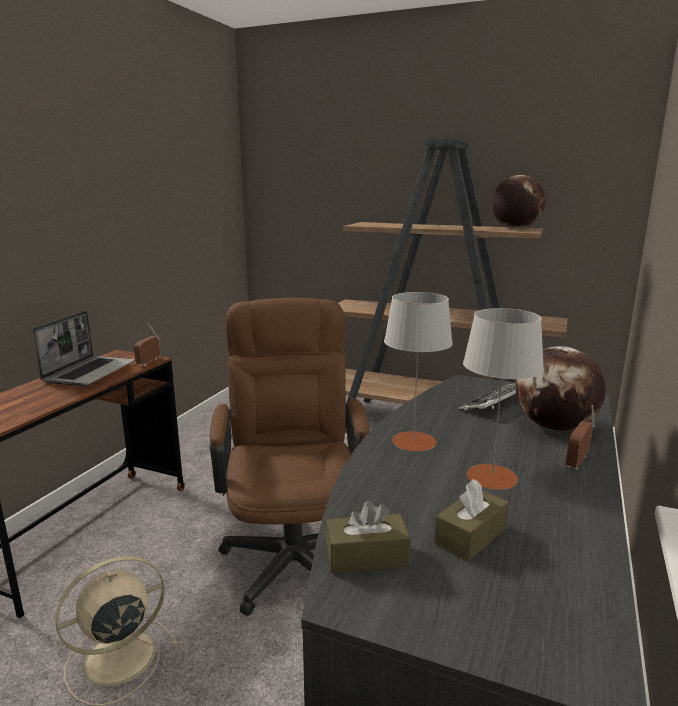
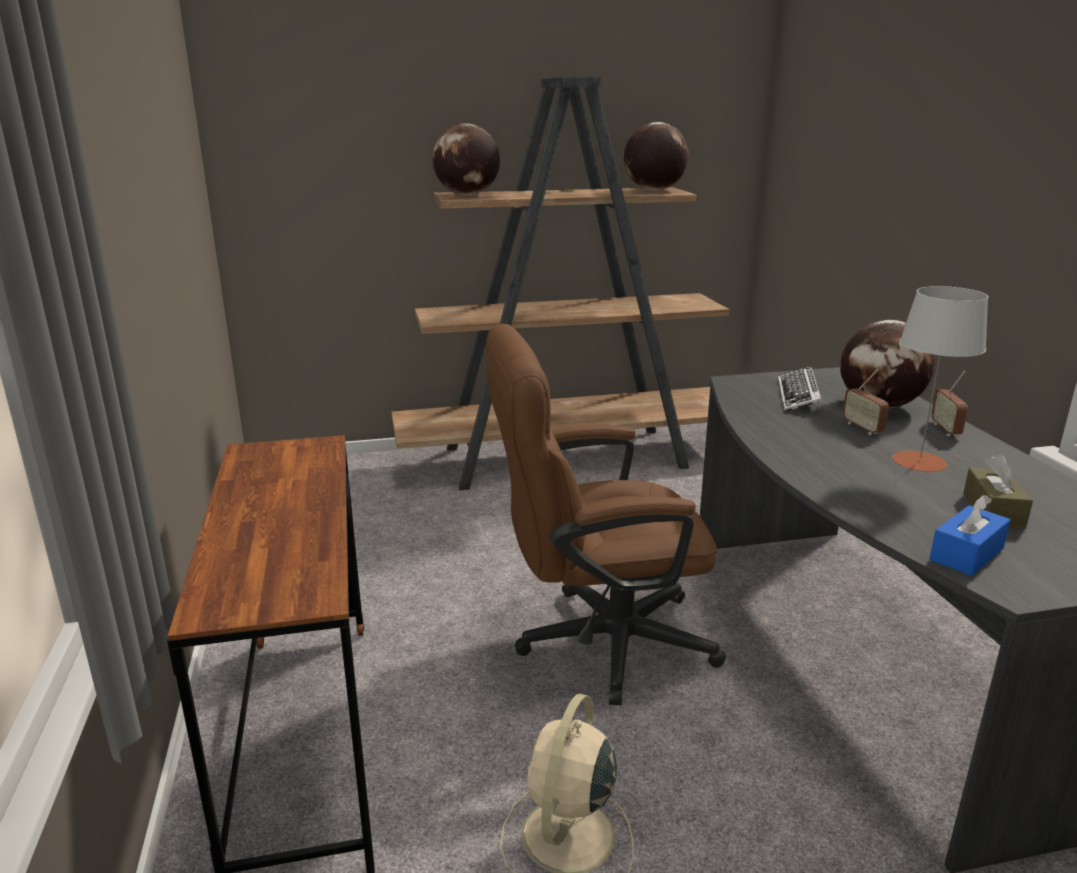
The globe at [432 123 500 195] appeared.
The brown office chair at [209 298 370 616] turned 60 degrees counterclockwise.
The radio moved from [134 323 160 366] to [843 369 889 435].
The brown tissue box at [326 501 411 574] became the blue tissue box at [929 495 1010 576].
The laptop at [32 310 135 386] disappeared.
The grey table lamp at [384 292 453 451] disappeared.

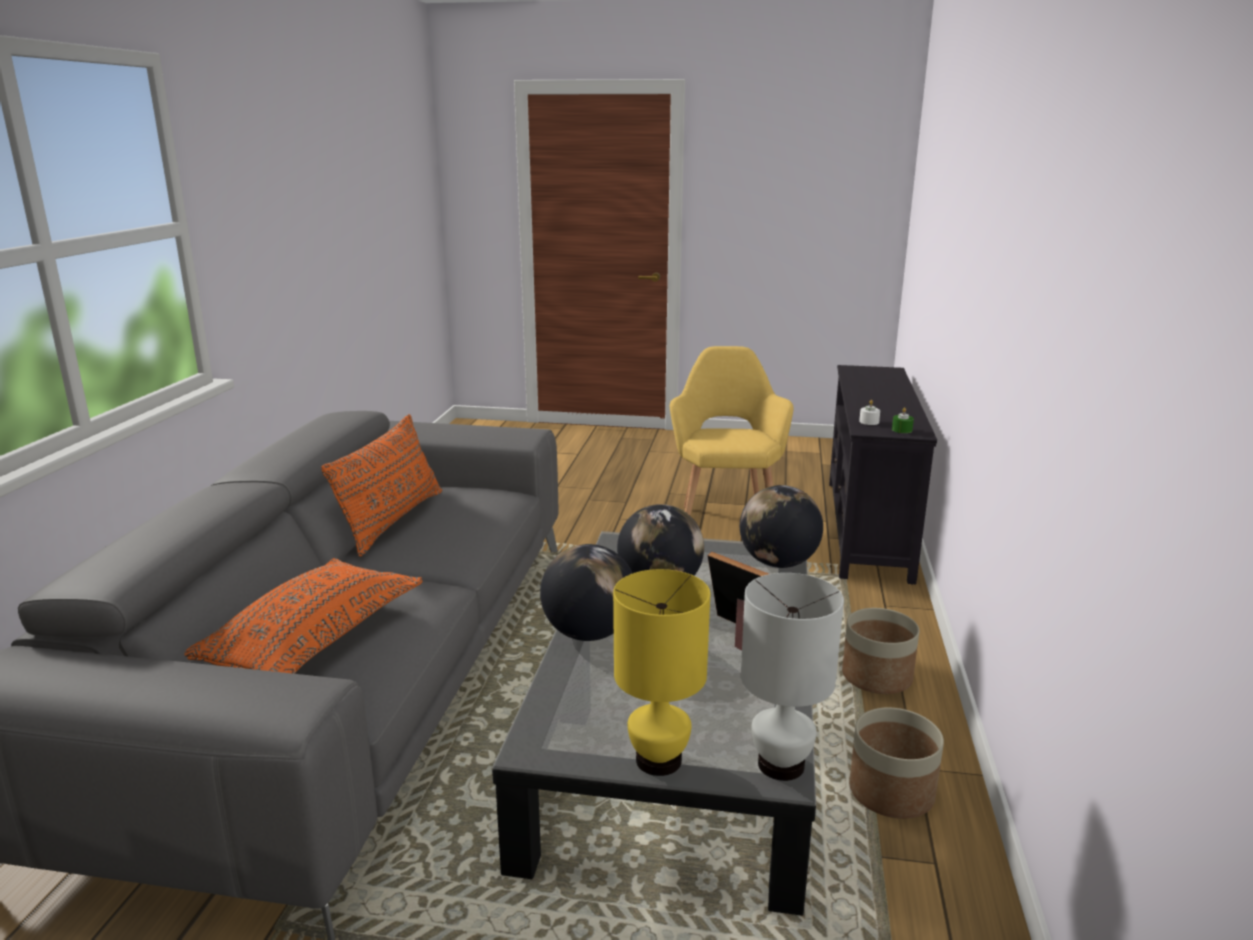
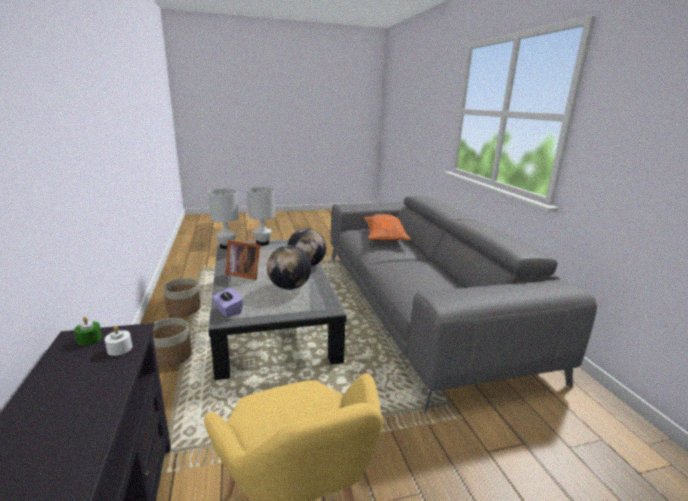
The globe at [740 485 823 568] was replaced by the purple tissue box at [212 288 243 318].
The yellow table lamp at [613 569 710 776] became the white table lamp at [247 187 275 246].
The orange pillow at [321 414 442 557] disappeared.

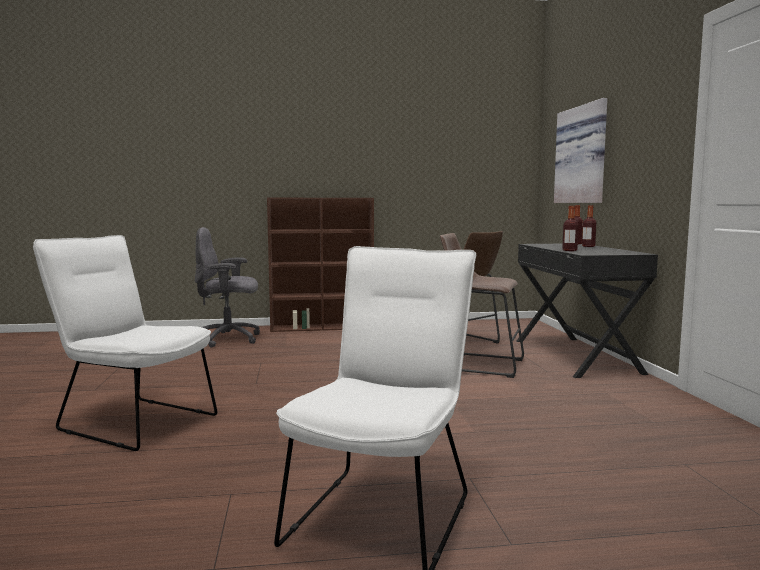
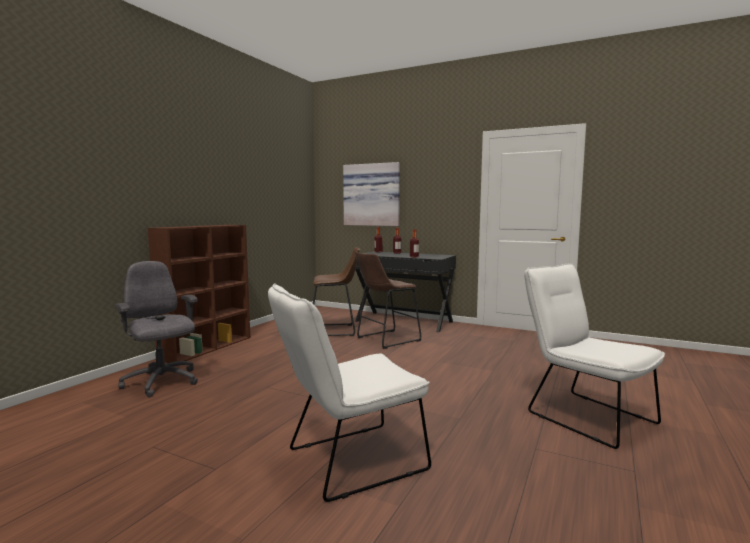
The grey office chair at [195 227 260 347] turned 105 degrees clockwise.

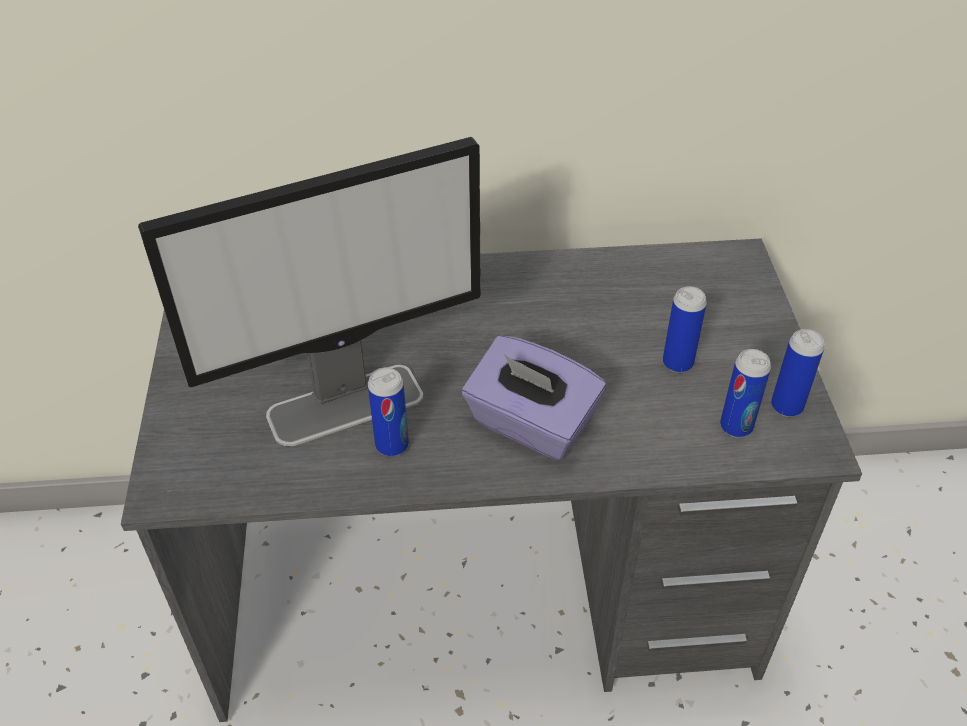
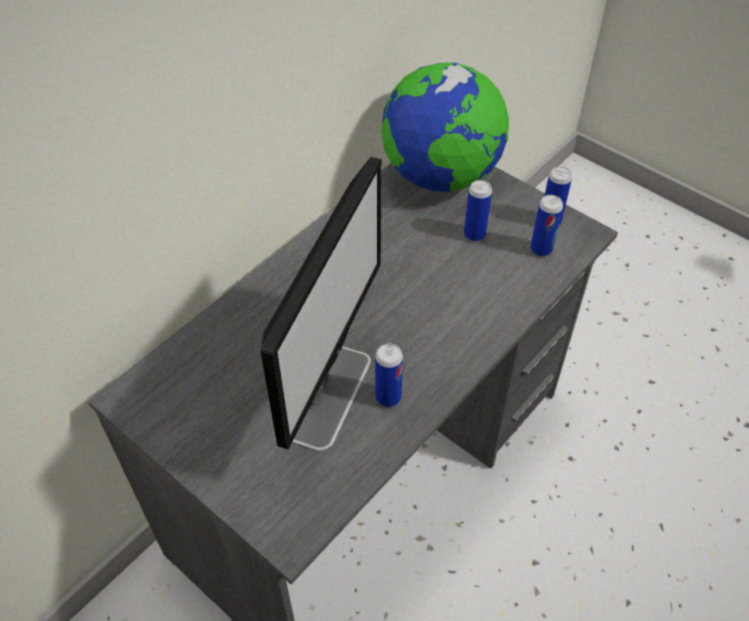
The globe at [381 62 509 192] appeared.
The purple tissue box at [462 335 606 460] disappeared.

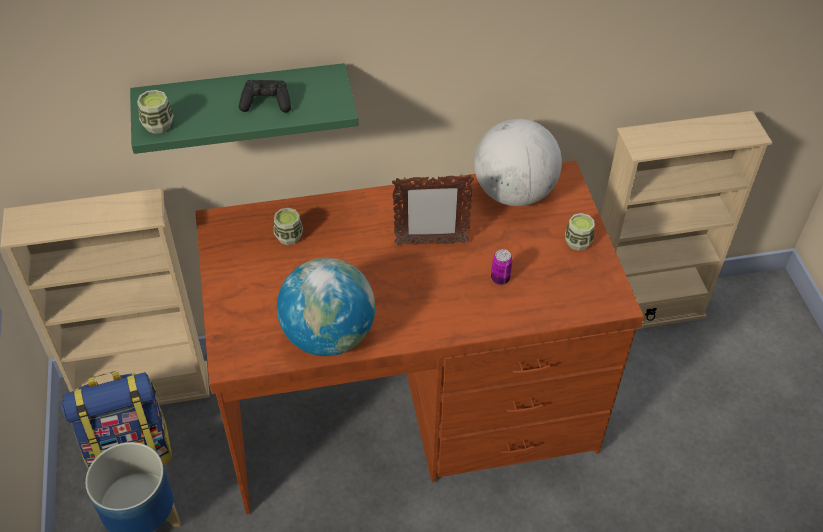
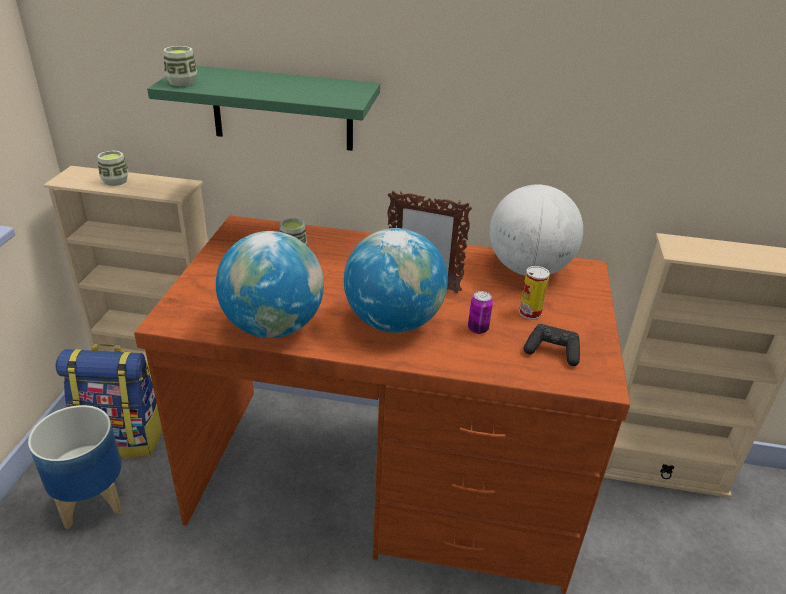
The cup moved from [565 213 595 251] to [98 151 129 186].
The globe at [344 228 448 333] appeared.
The can at [519 266 550 320] appeared.
The black game controller moved from [239 80 291 113] to [523 324 580 366].

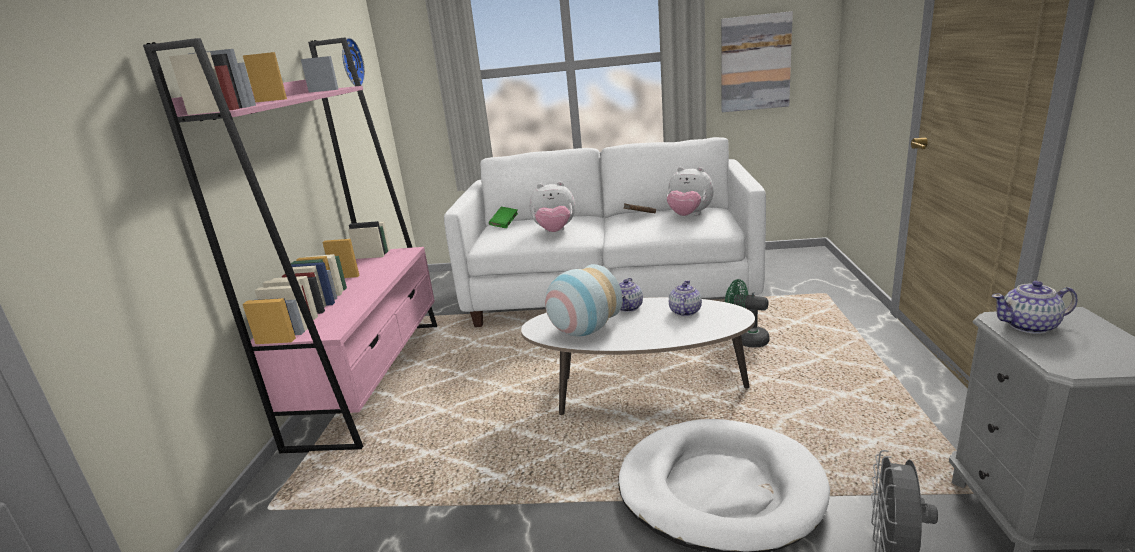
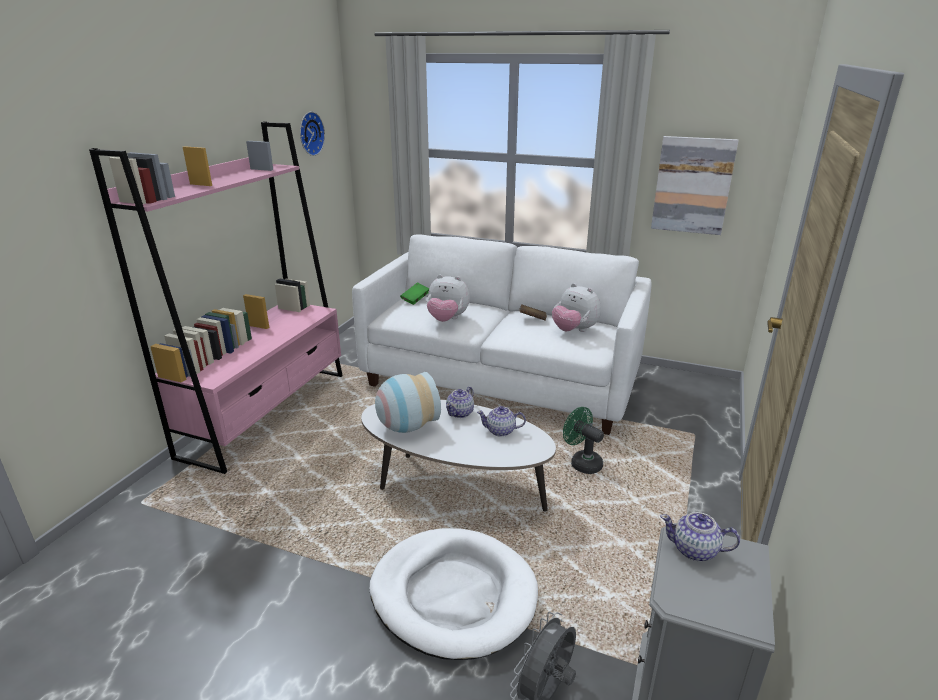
The teapot at [669 280 702 316] turned 120 degrees counterclockwise.

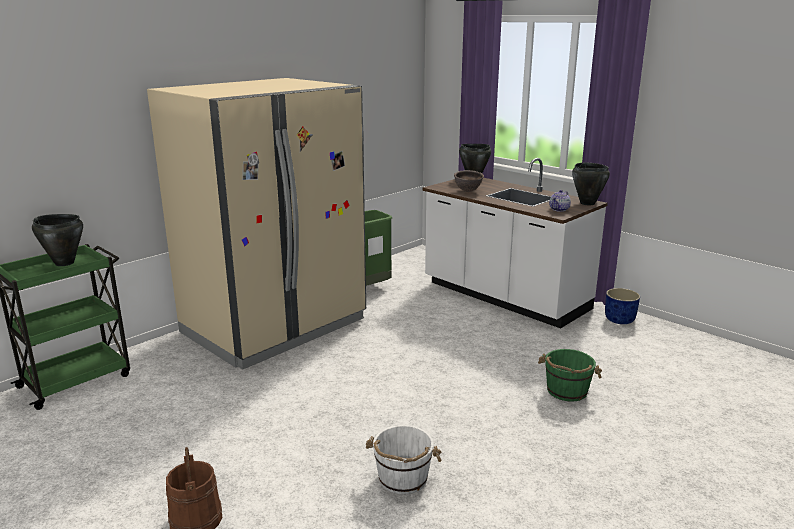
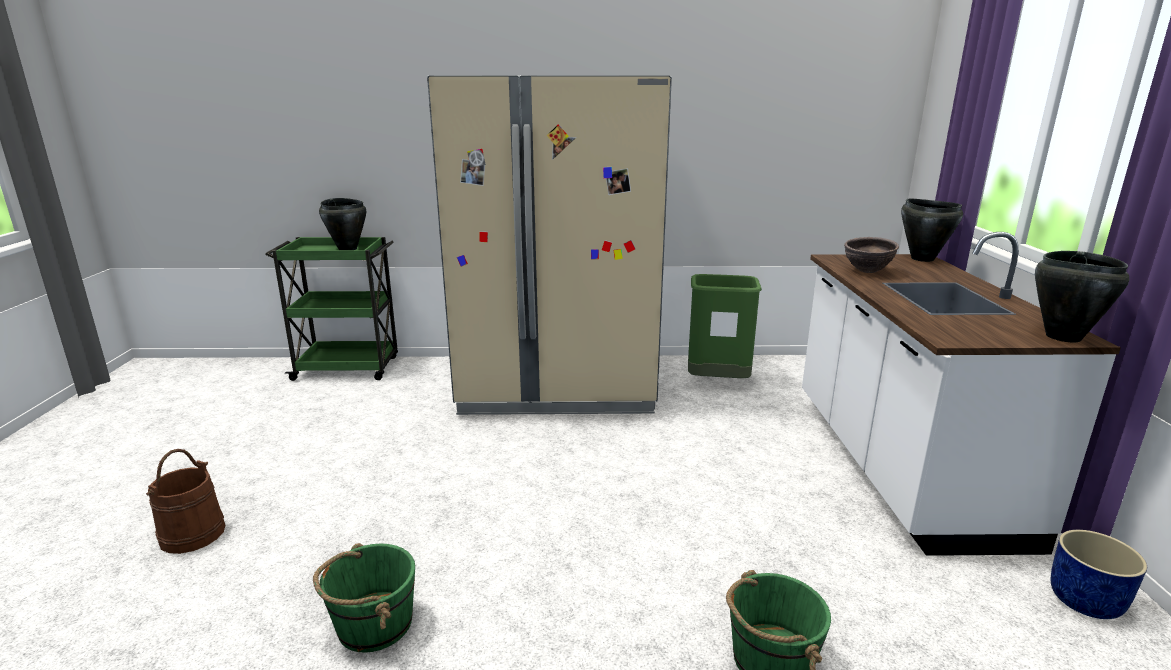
The white bucket at [366 425 442 495] became the green bucket at [313 543 415 653].
The teapot at [549 190 571 212] disappeared.

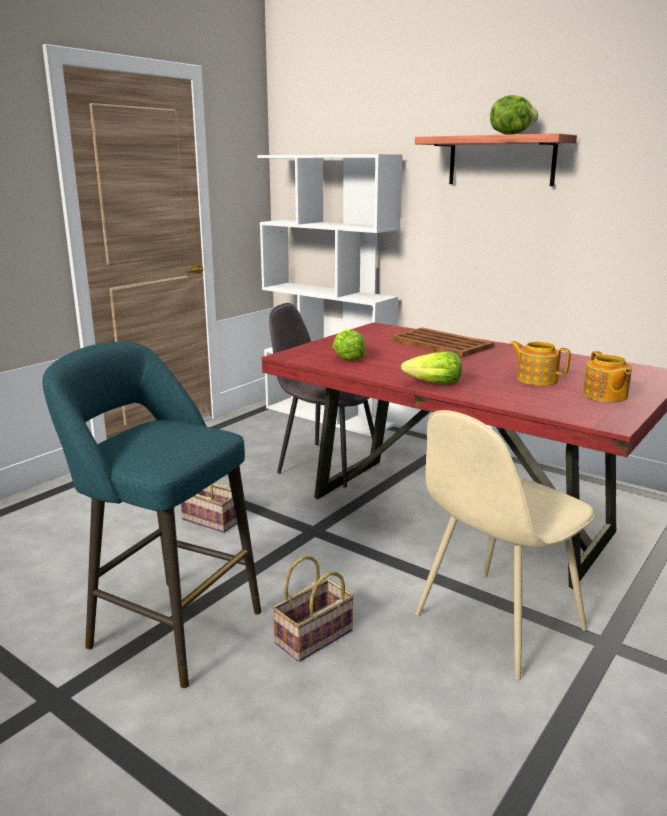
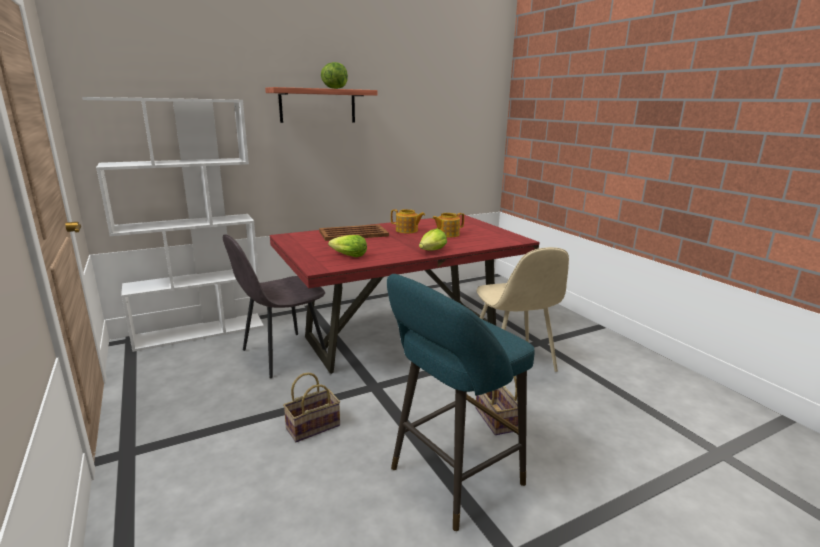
The teapot moved from [583 351 632 402] to [391 209 425 233].

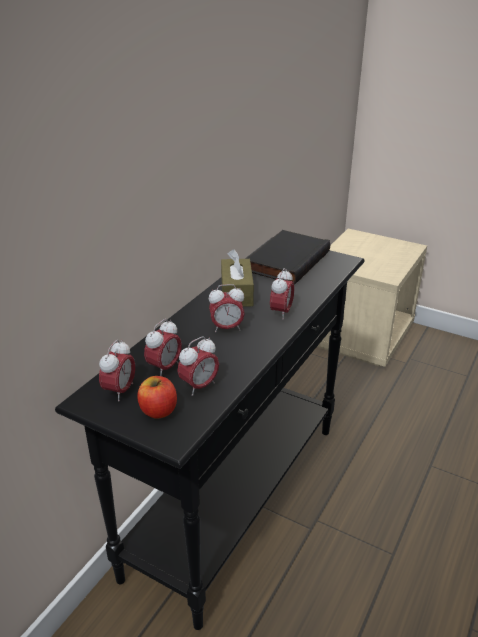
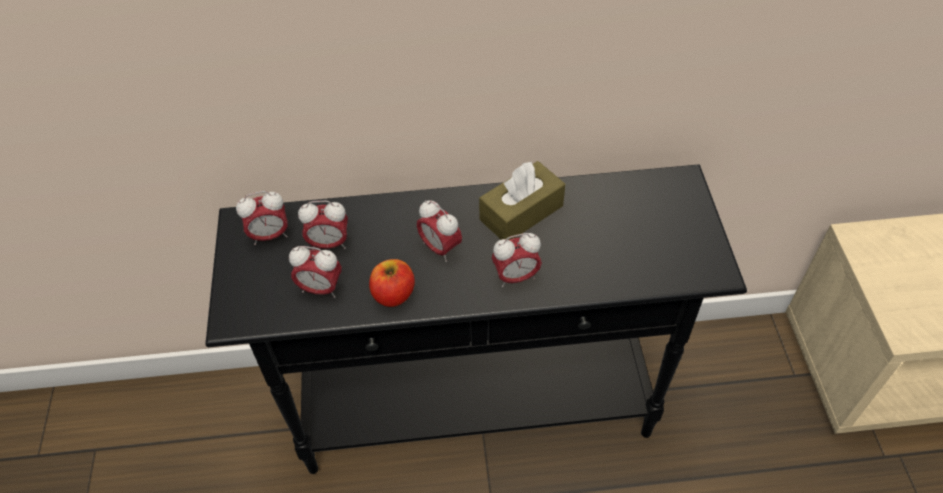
The apple moved from [137 376 177 418] to [369 259 415 307].
The black book at [246 230 330 285] disappeared.

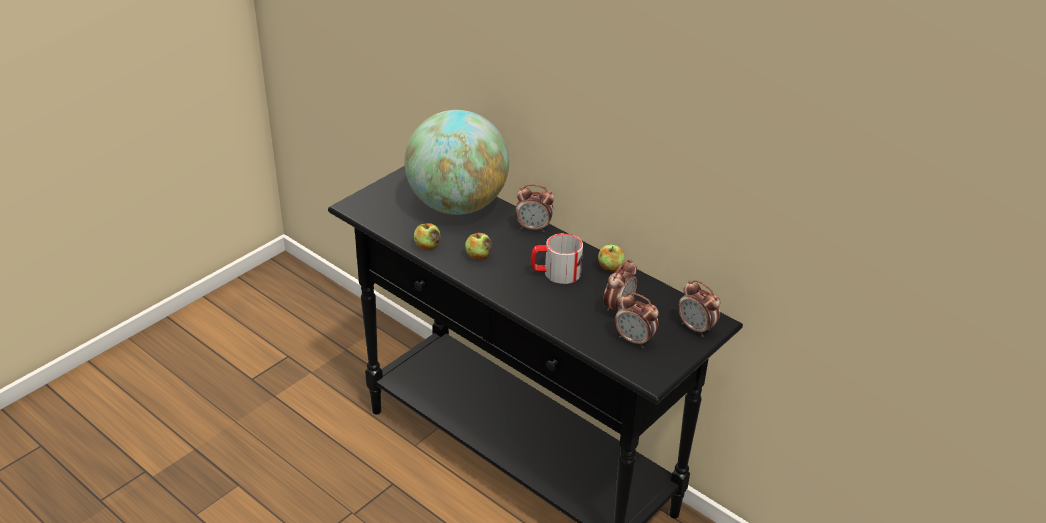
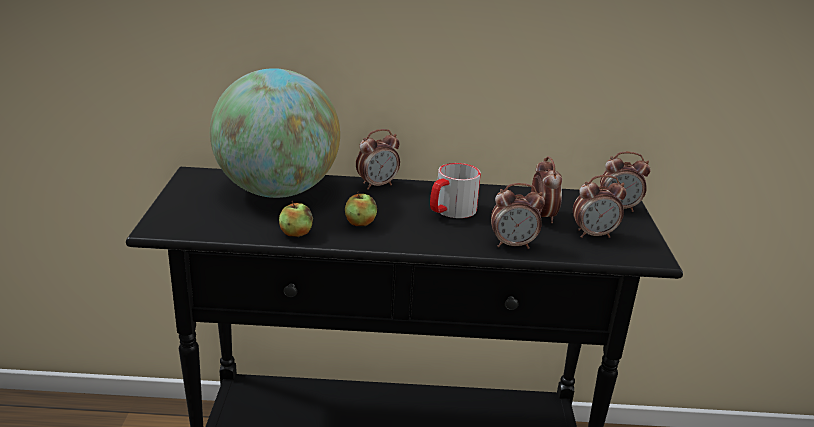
The alarm clock at [491 183 545 249] appeared.
The apple at [598 244 625 271] disappeared.

